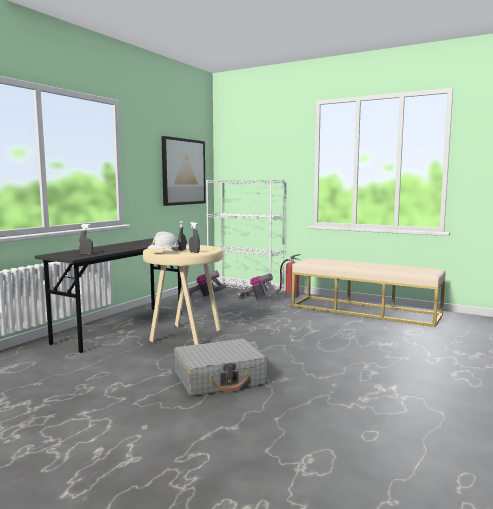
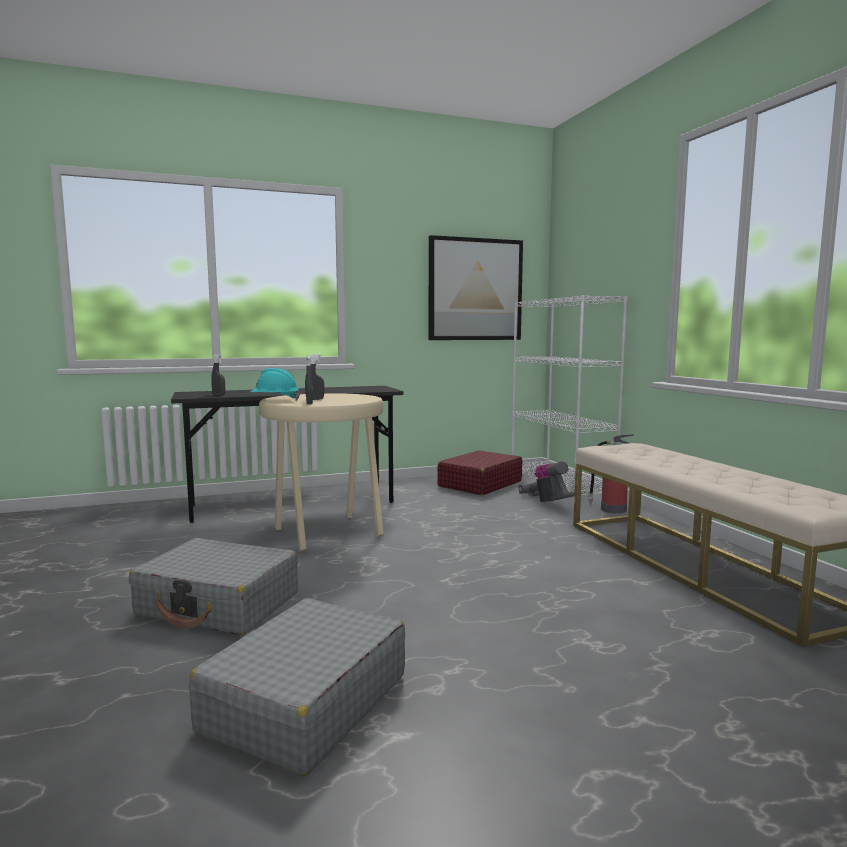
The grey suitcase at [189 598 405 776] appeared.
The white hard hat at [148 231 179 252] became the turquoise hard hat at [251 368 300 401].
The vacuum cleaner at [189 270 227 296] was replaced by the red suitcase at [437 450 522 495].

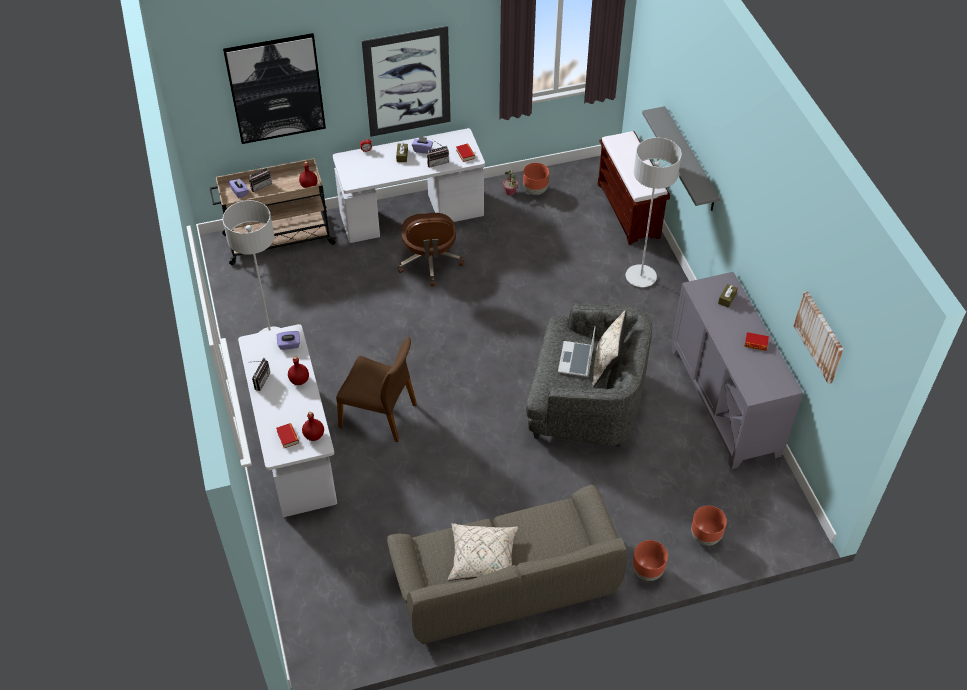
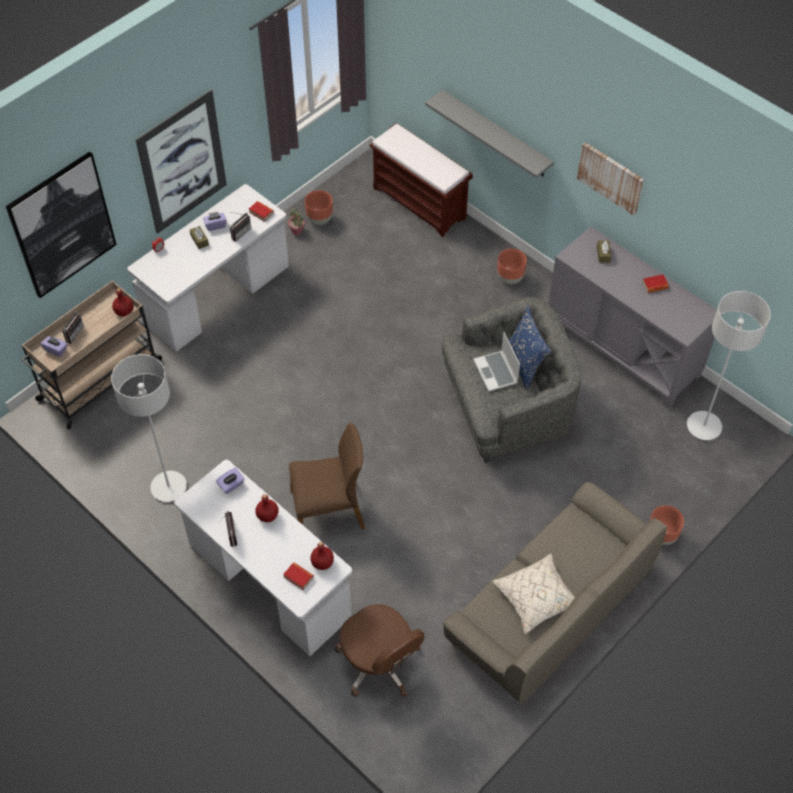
The brown office chair moved from [398 213 464 286] to [334 604 424 697].
The brown planter moved from [691 506 727 546] to [497 249 527 284].
The beige pillow at [592 310 627 387] became the blue pillow at [509 305 552 391].
The picture moved from [794 291 844 384] to [577 142 644 216].
The grey floor lamp moved from [626 137 682 287] to [687 291 771 440].

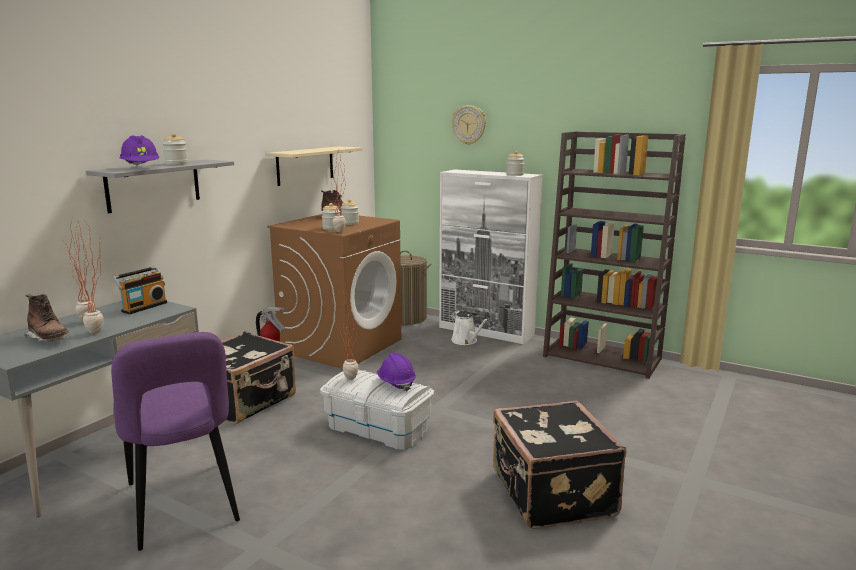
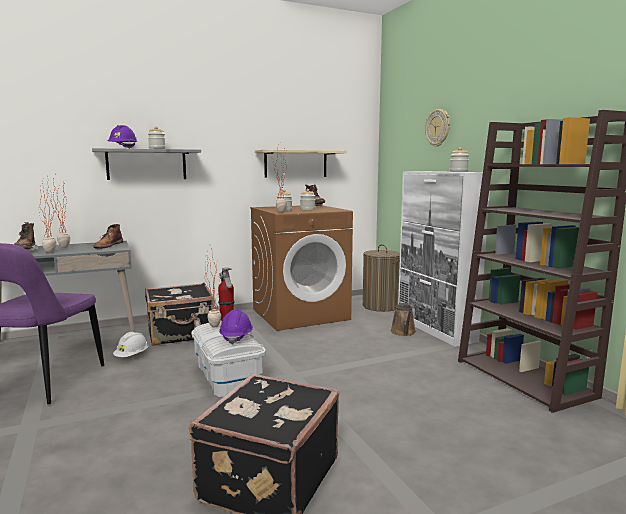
The radio at [112 266 167 314] was replaced by the brown boot at [93 224 124 249].
The white hard hat at [113 332 149 357] appeared.
The white watering can at [451 310 489 345] became the brown watering can at [391 302 416 336].

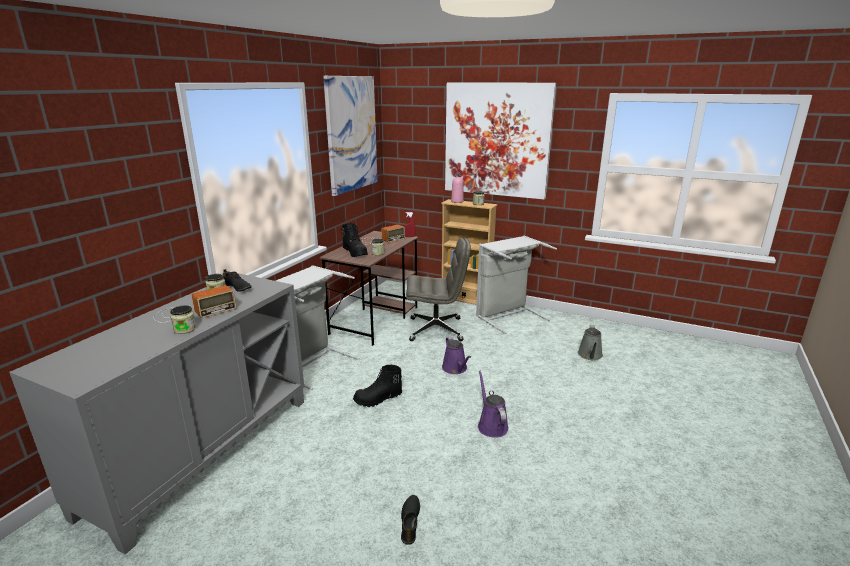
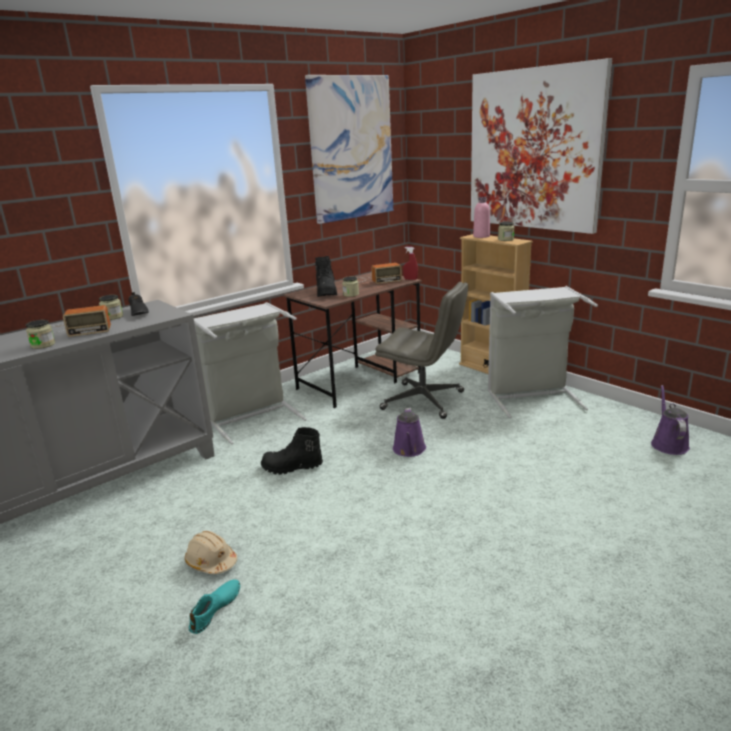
The beige hard hat at [185 531 237 574] appeared.
The black shoe at [401 495 420 545] became the turquoise shoe at [189 579 240 634].
The purple watering can moved from [478 371 509 438] to [651 385 690 455].
The grey watering can at [578 325 603 360] disappeared.

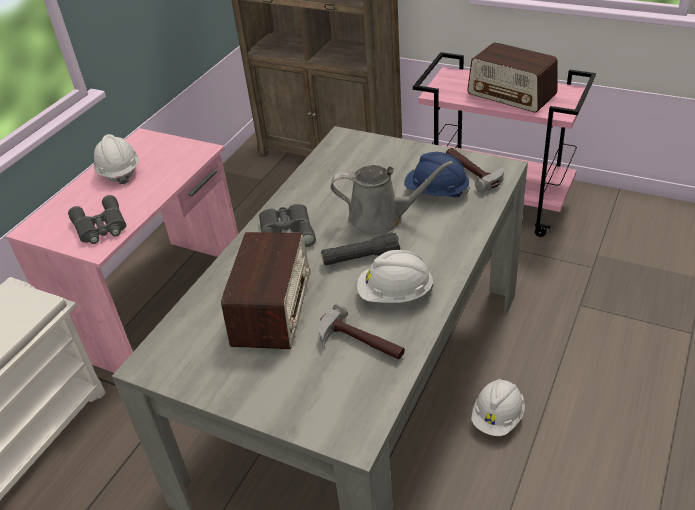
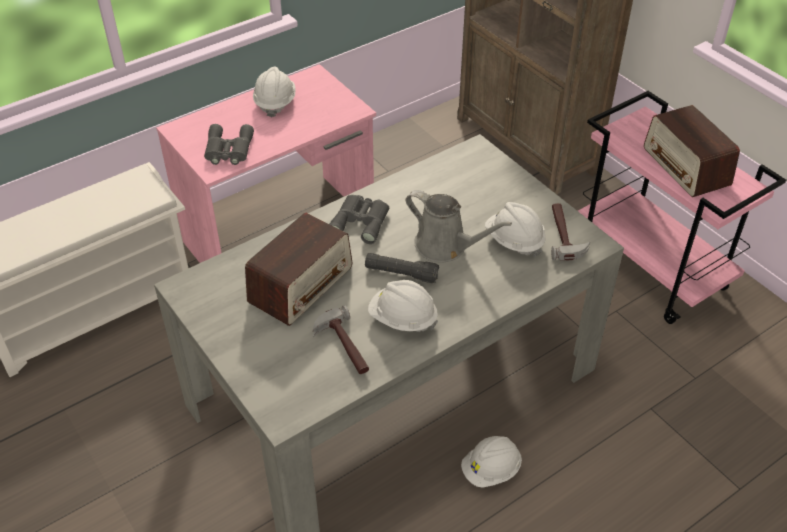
The blue hard hat at [404 152 470 197] became the white hard hat at [485 202 546 257].

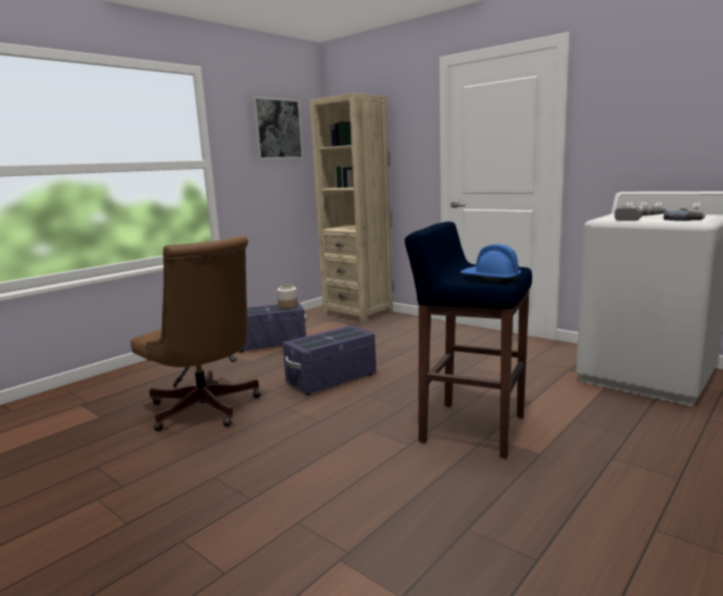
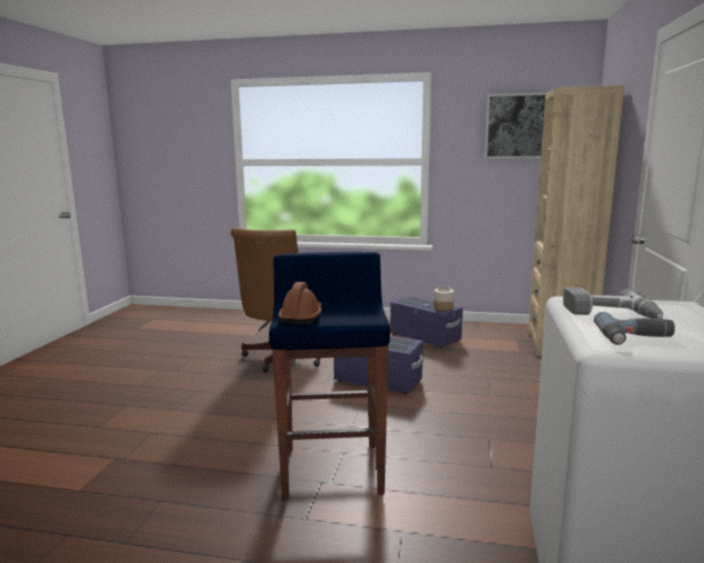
The blue hard hat at [461 244 521 283] became the brown hard hat at [279 282 322 324].

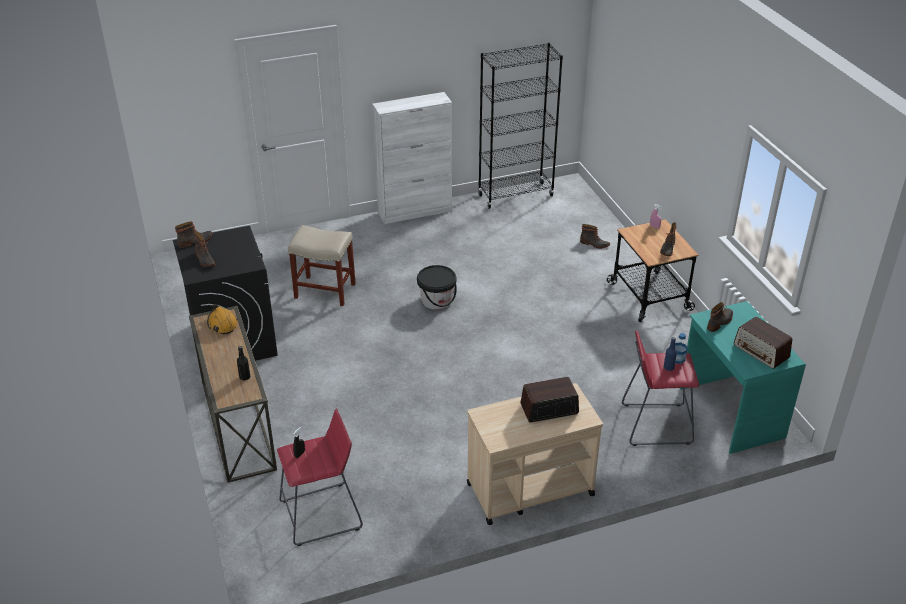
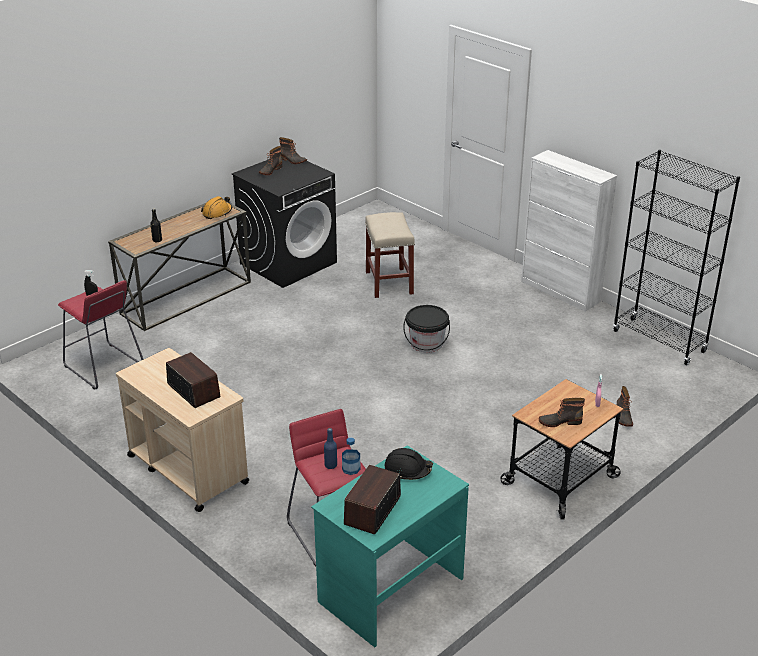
The boot at [707 302 733 332] was replaced by the black hard hat at [385 448 433 480].

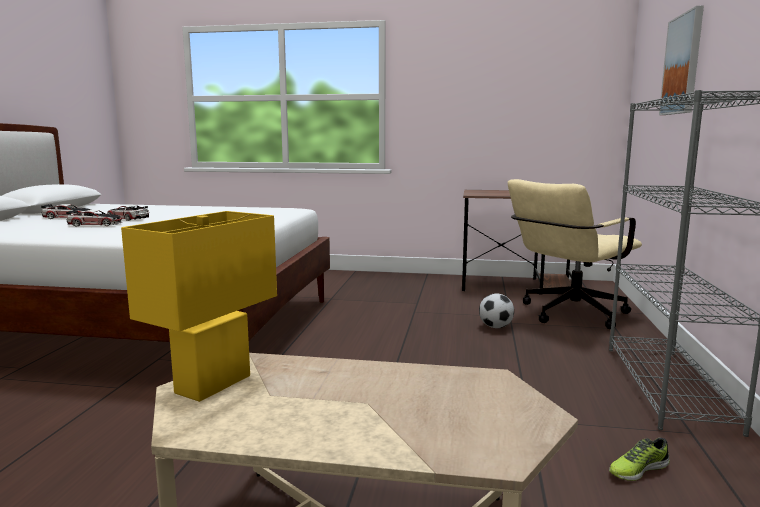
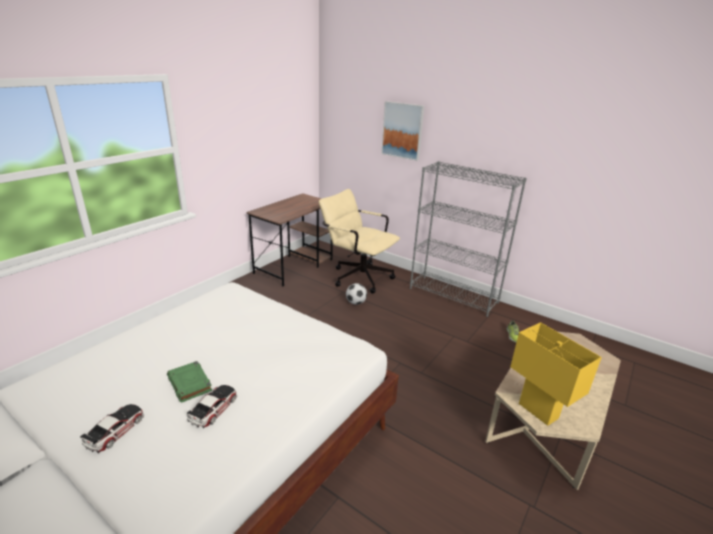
The toy car at [107 205 149 221] was replaced by the green book at [167 361 212 402].
The beige office chair at [508 179 642 329] turned 135 degrees clockwise.

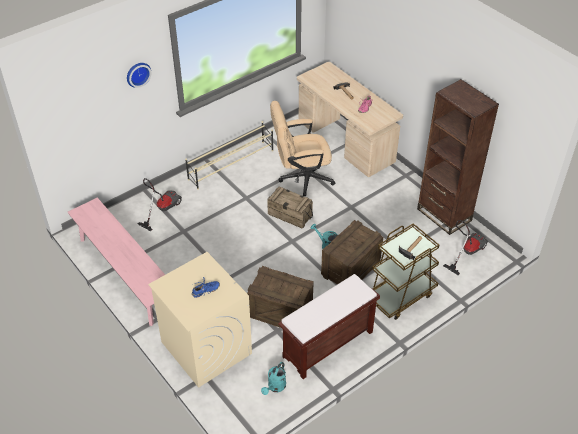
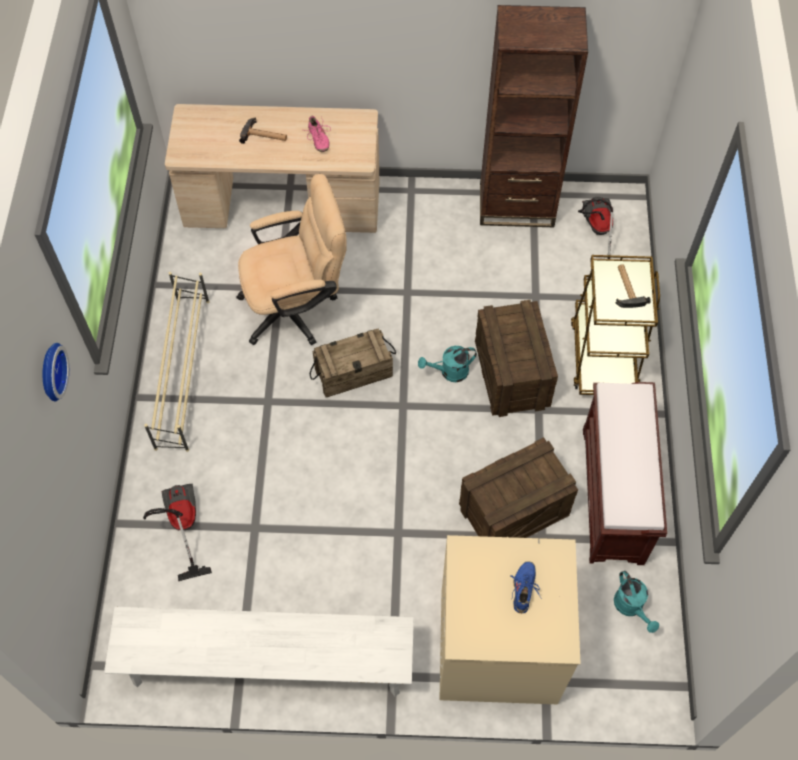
The pink bench at [68 198 165 326] became the white bench at [104 607 414 696].
The beige office chair at [270 101 336 196] turned 135 degrees counterclockwise.

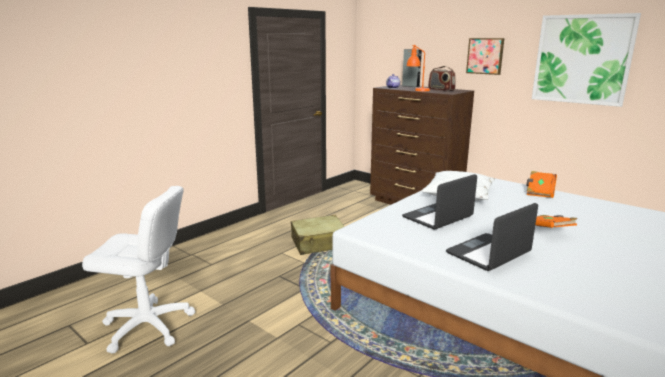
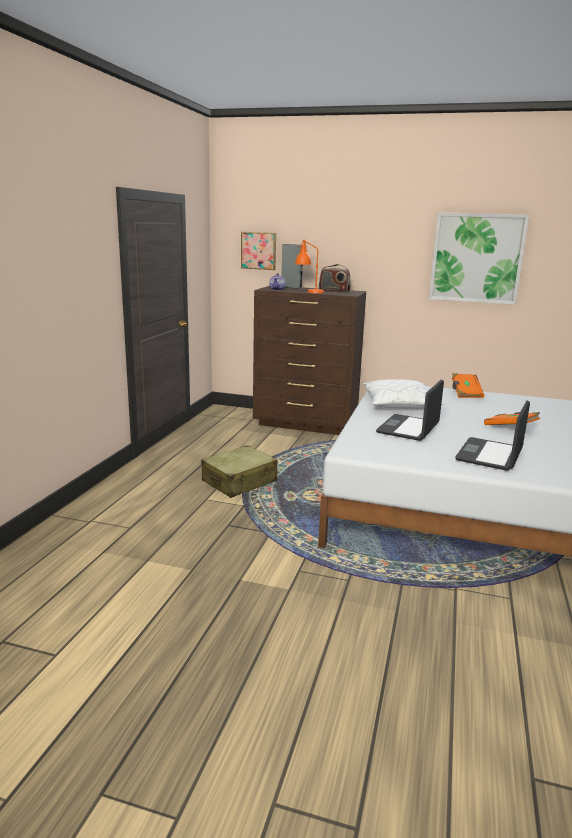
The picture moved from [466 38 504 75] to [241 232 276 270].
The white office chair at [82 186 195 354] disappeared.

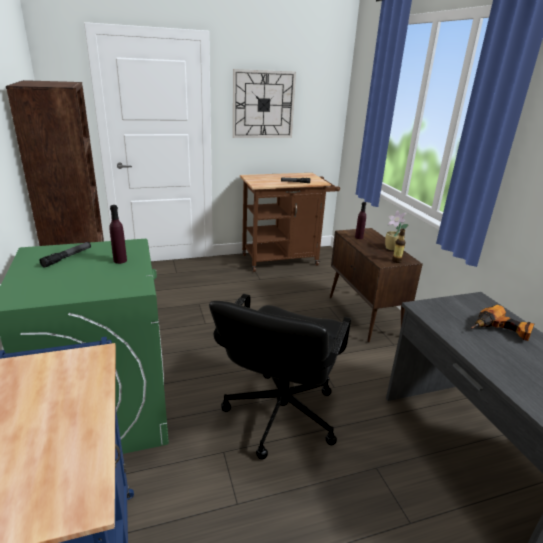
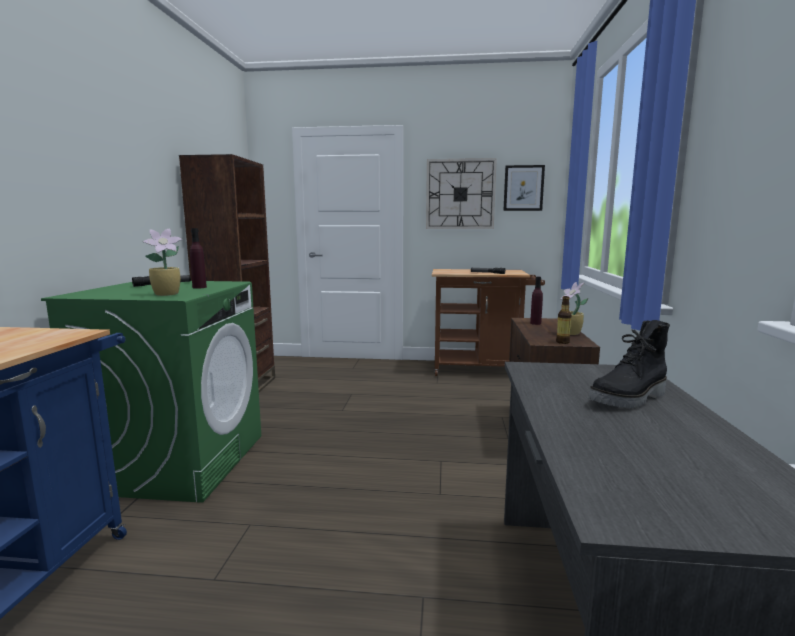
The potted plant at [143 229 183 296] appeared.
The picture at [503 165 545 211] appeared.
The power drill at [471 304 534 341] was replaced by the black boot at [588 320 670 408].
The black office chair at [209 294 351 460] disappeared.

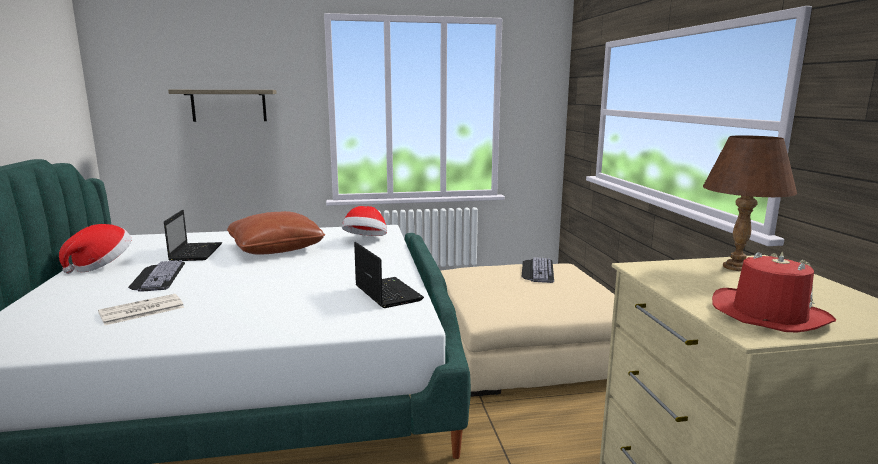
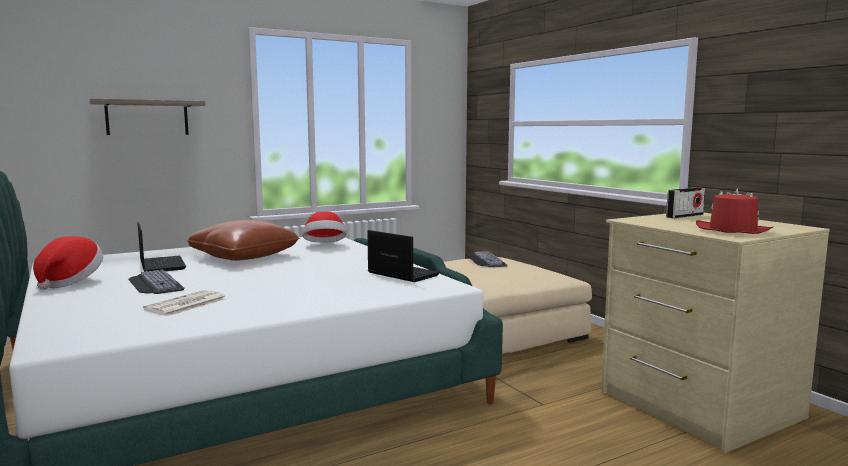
The brown table lamp at [703 135 797 271] was replaced by the radio at [666 187 705 218].

